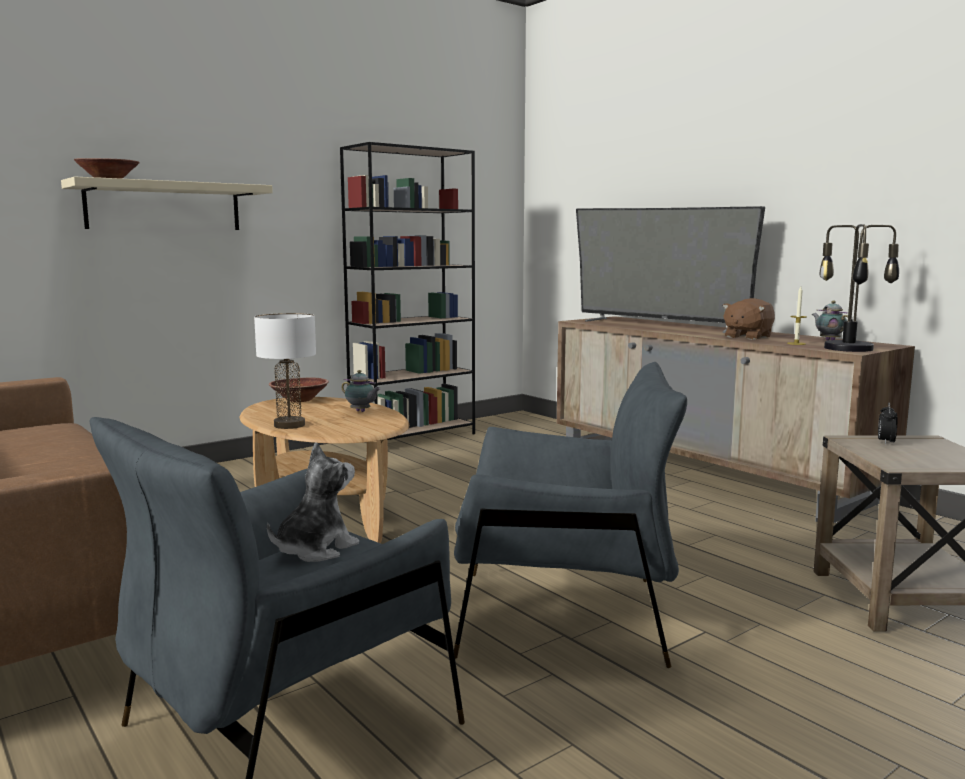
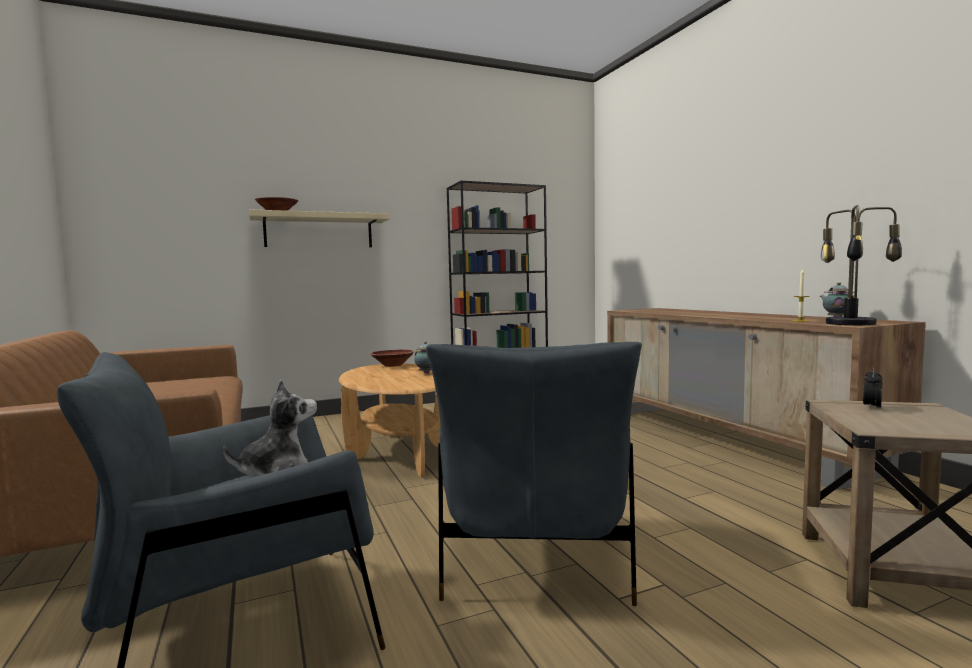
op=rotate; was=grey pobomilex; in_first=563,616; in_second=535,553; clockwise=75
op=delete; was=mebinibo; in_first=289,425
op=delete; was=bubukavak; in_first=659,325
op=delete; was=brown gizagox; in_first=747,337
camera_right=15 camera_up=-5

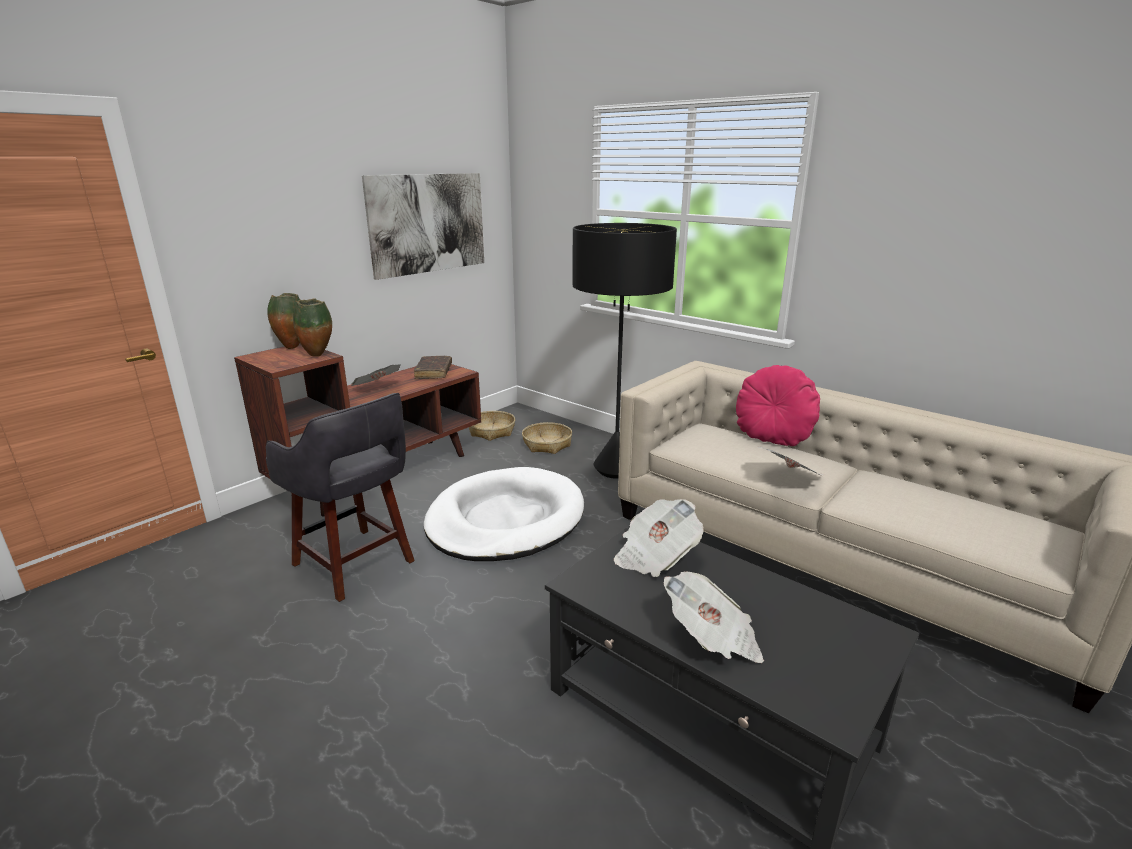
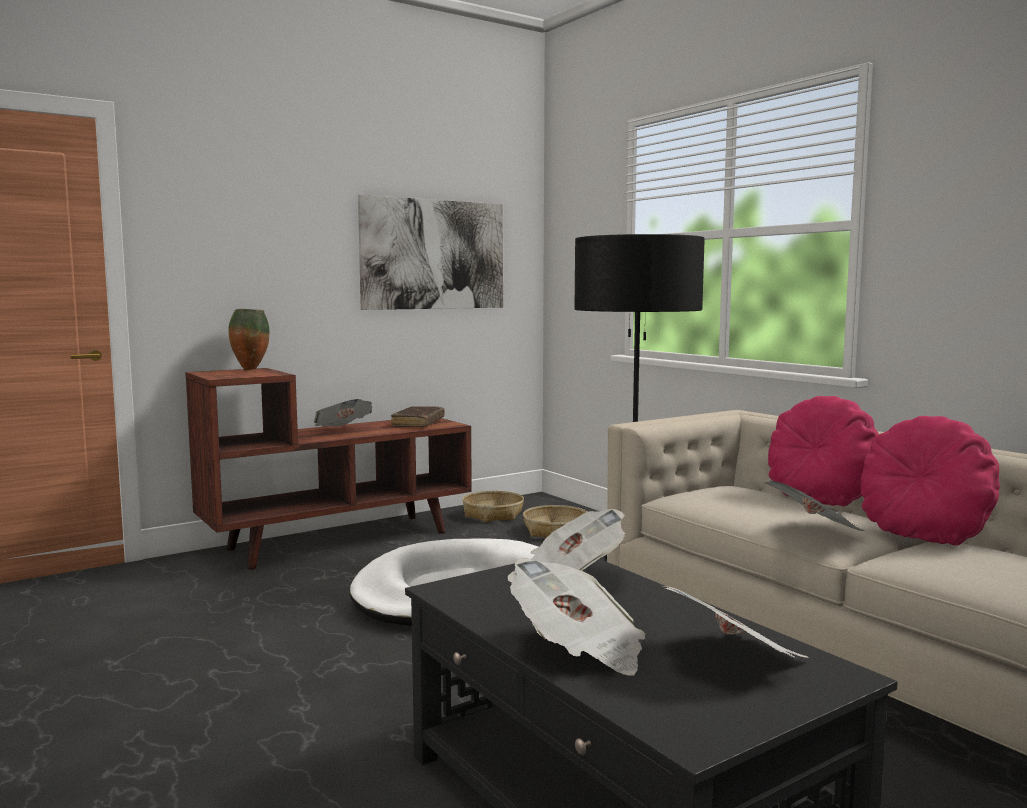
op=insert; now=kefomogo; in_second=734,660
op=insert; now=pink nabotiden; in_second=923,537
op=delete; was=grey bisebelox; in_first=356,566
op=delete; was=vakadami; in_first=318,355
camera_right=15 camera_up=-15

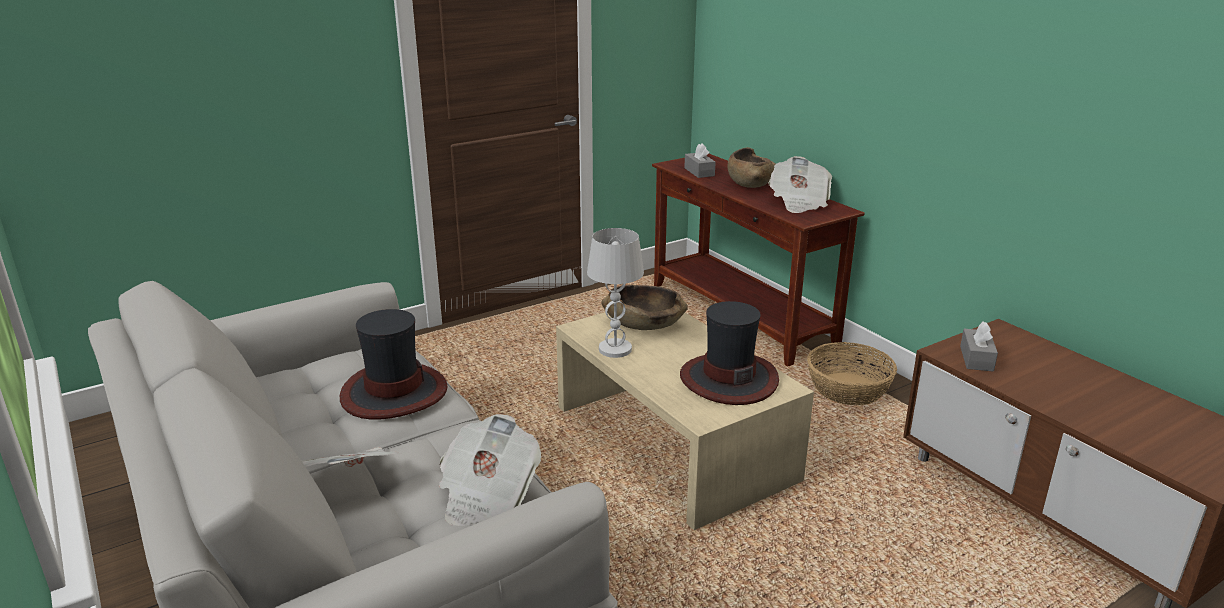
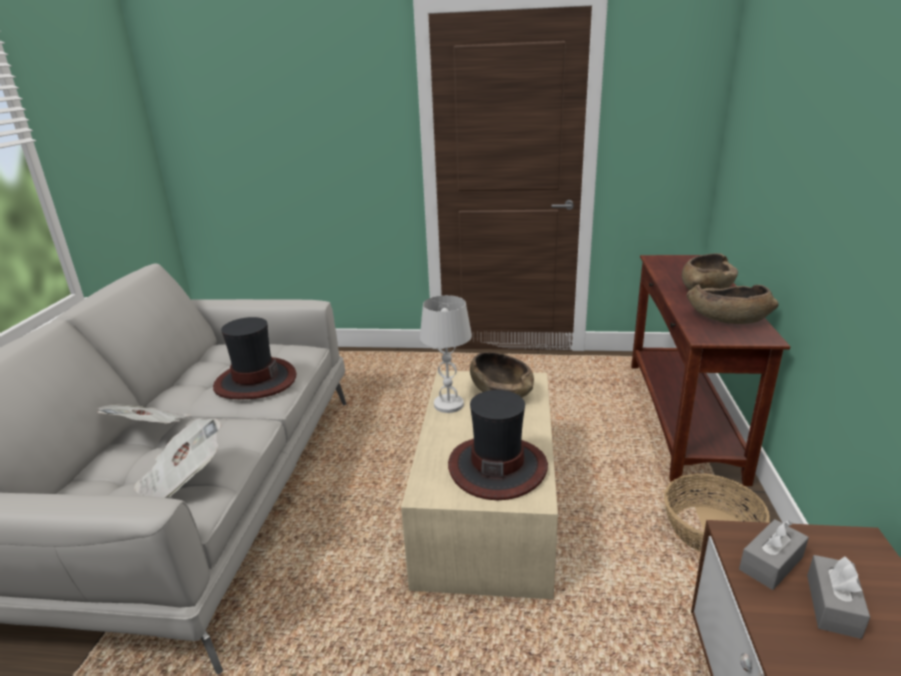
op=replace; was=kefomogo; now=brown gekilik; in_first=798,202; in_second=727,318
op=move; was=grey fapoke; in_first=699,172; in_second=832,605
camera_right=40 camera_up=0

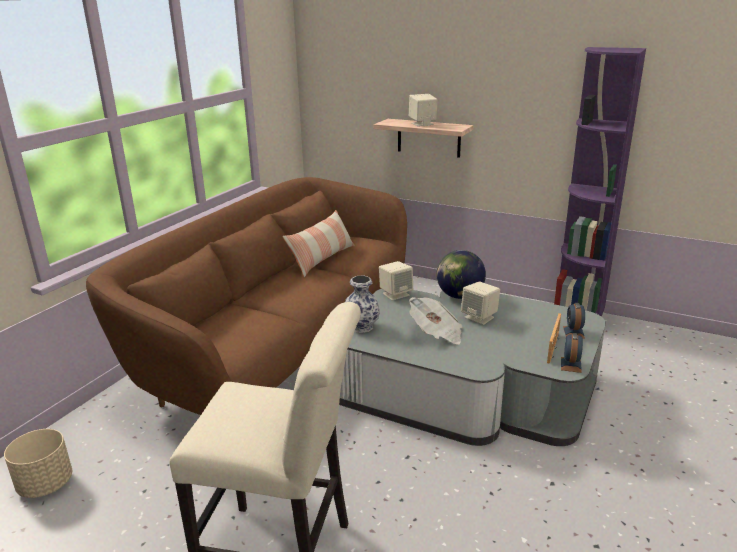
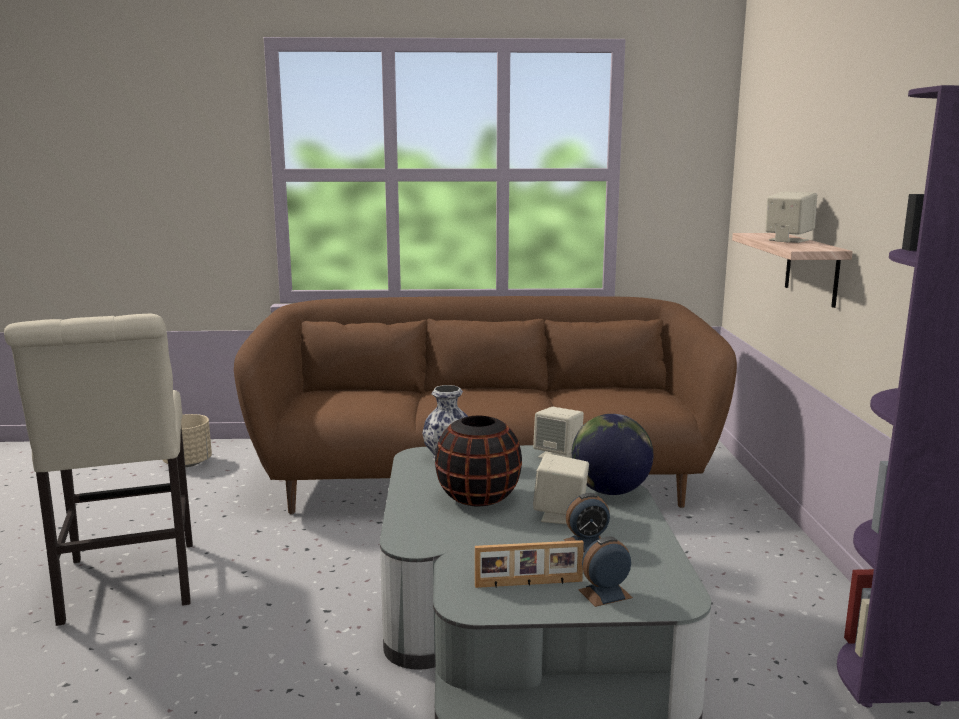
op=replace; was=kefomogo; now=black vakadami; in_first=436,333; in_second=478,498
op=move; was=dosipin; in_first=571,365; in_second=586,544
op=delete; was=nabotiden; in_first=322,259
camera_right=60 camera_up=-10

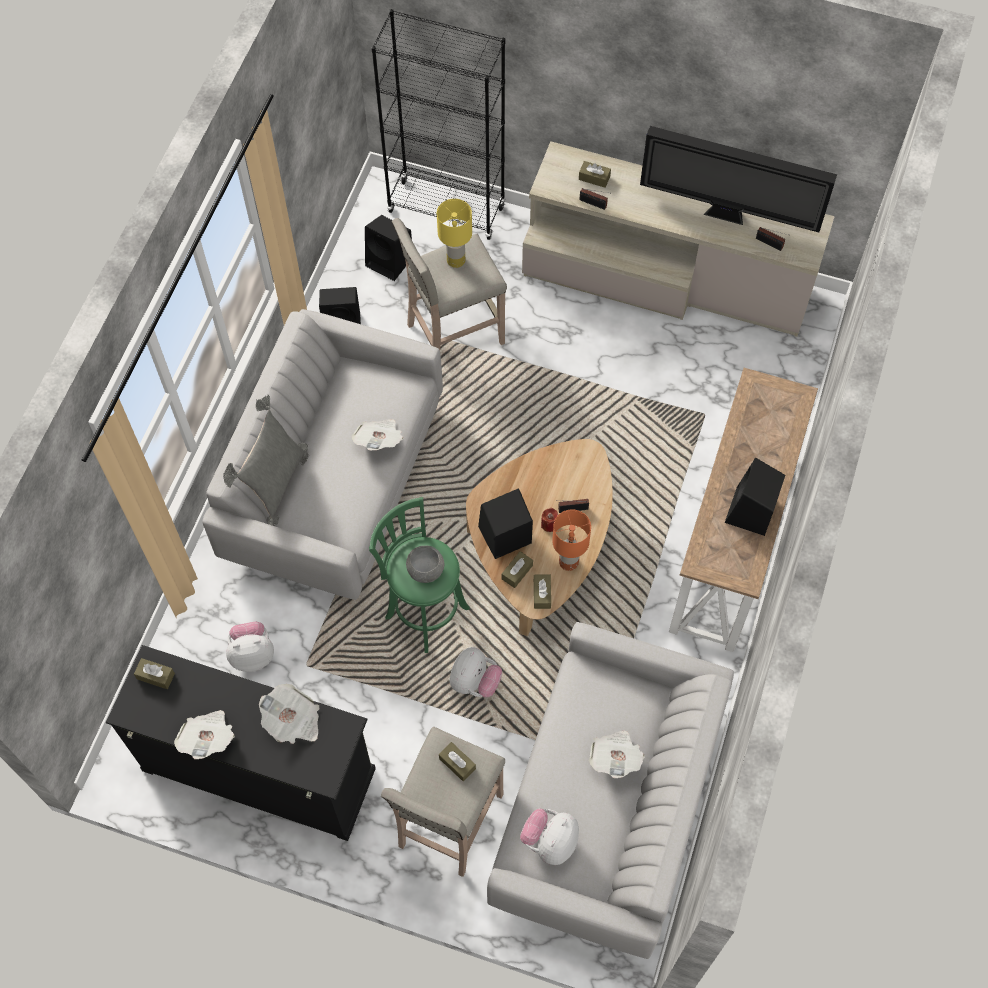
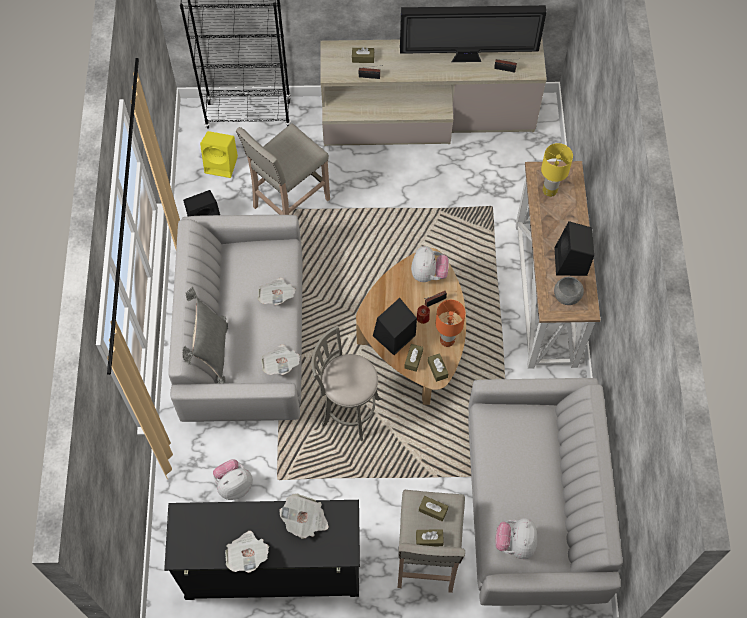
op=recolor; was=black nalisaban; now=yellow nalisaban; in_first=390,261; in_second=222,164
op=move; was=kefomogo; in_first=615,757; in_second=281,364
op=recolor; was=green bisebelox; now=grey bisebelox; in_first=424,610; in_second=348,410
op=move; was=gizagox; in_first=474,682; in_second=428,273
op=move; was=brown fapoke; in_first=155,676; in_second=429,539
op=move; was=yellow mebinibo; in_first=456,260; in_second=549,190
op=move; was=grey gekilik; in_first=426,570; in_second=567,296
camera_right=-20 camera_up=0

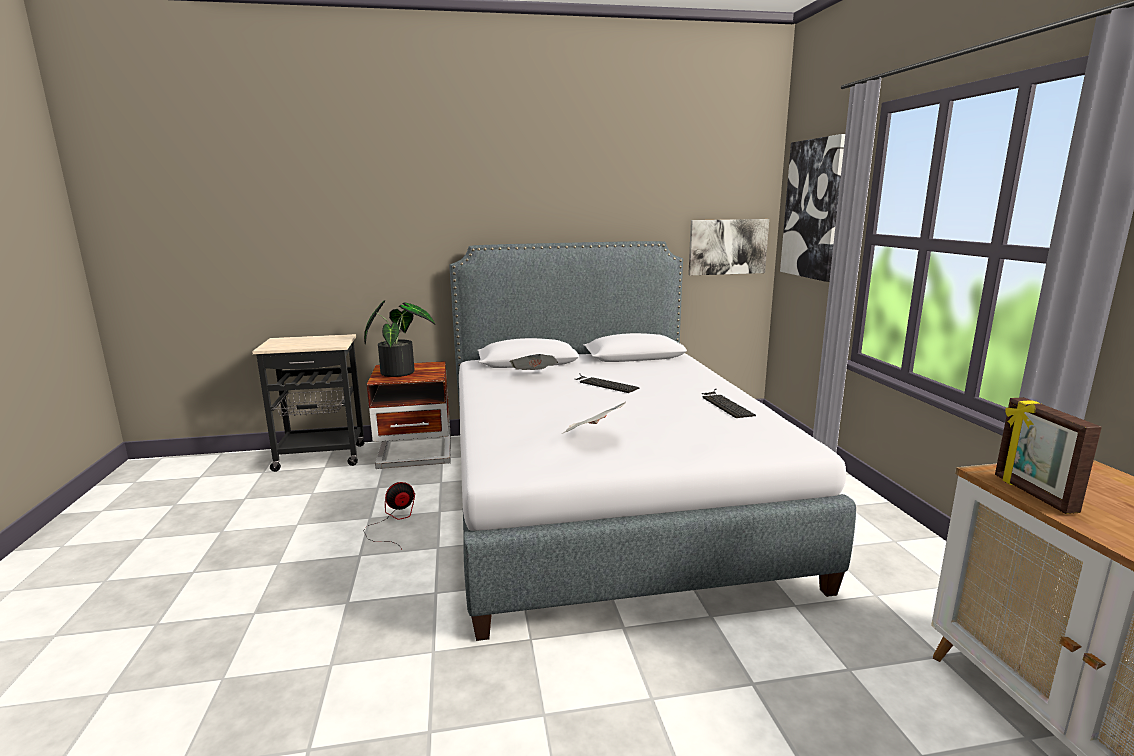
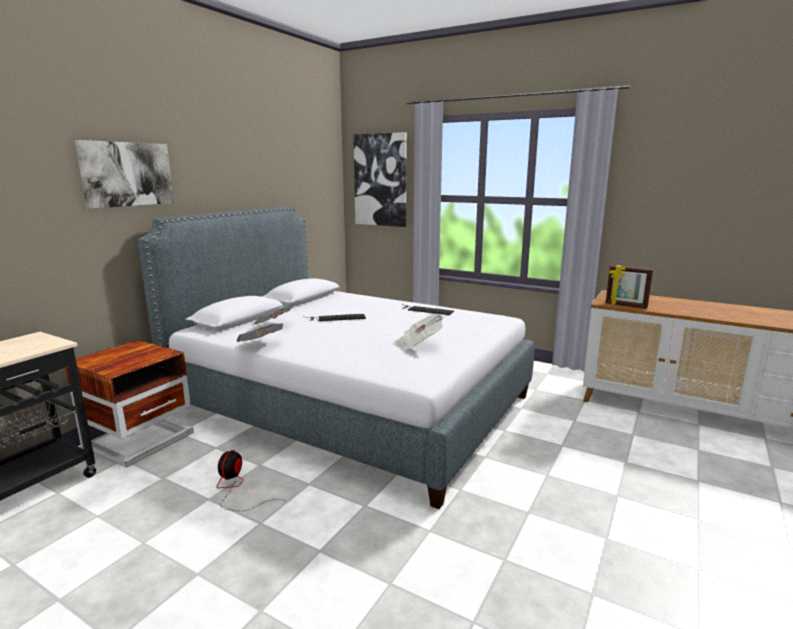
op=move; was=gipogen; in_first=727,246; in_second=127,174
op=insert; now=kefomogo; in_second=260,345
op=delete; was=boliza; in_first=401,372
camera_right=-50 camera_up=0

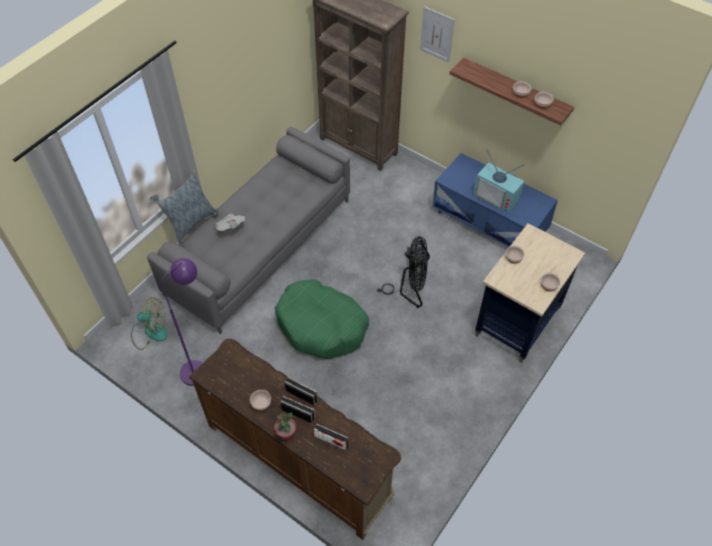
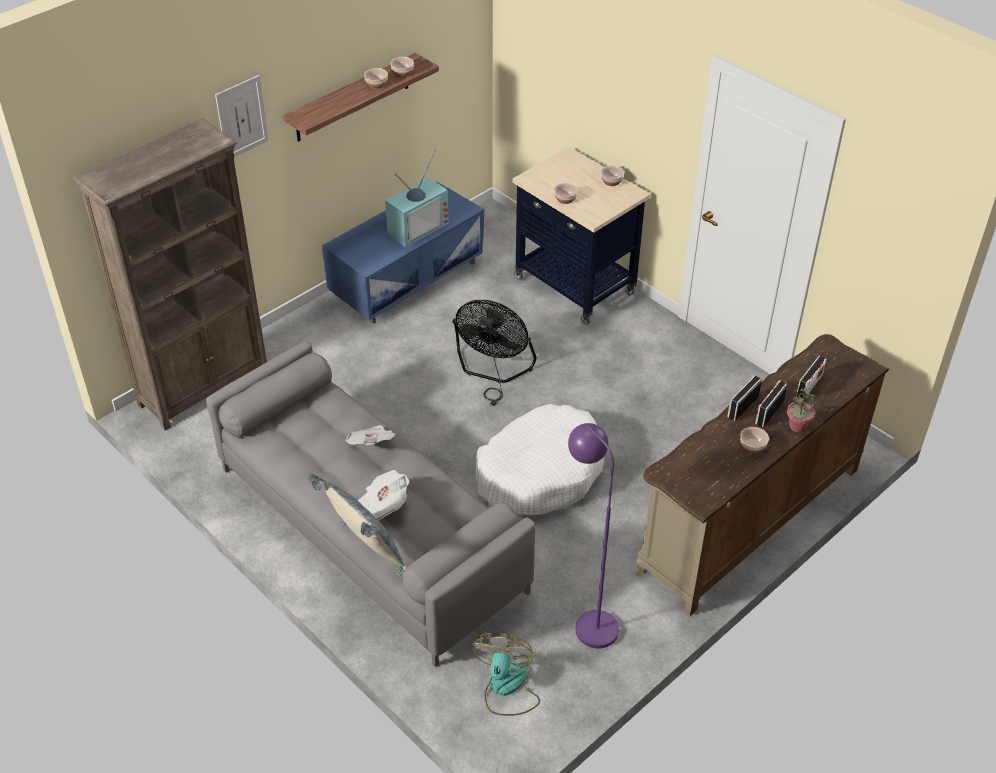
op=insert; now=kefomogo; in_second=371,445
op=recolor; was=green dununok; now=white dununok; in_first=321,326; in_second=540,472
camera_right=-80 camera_up=-10

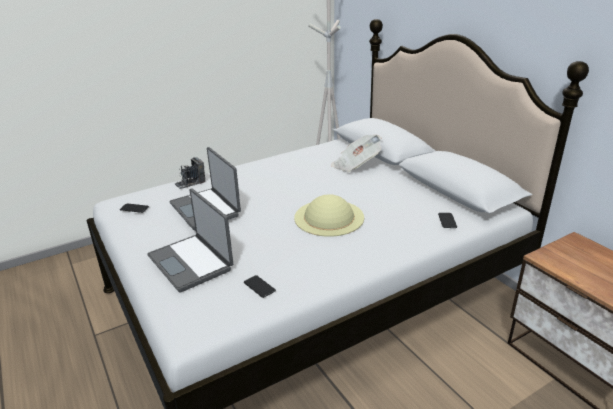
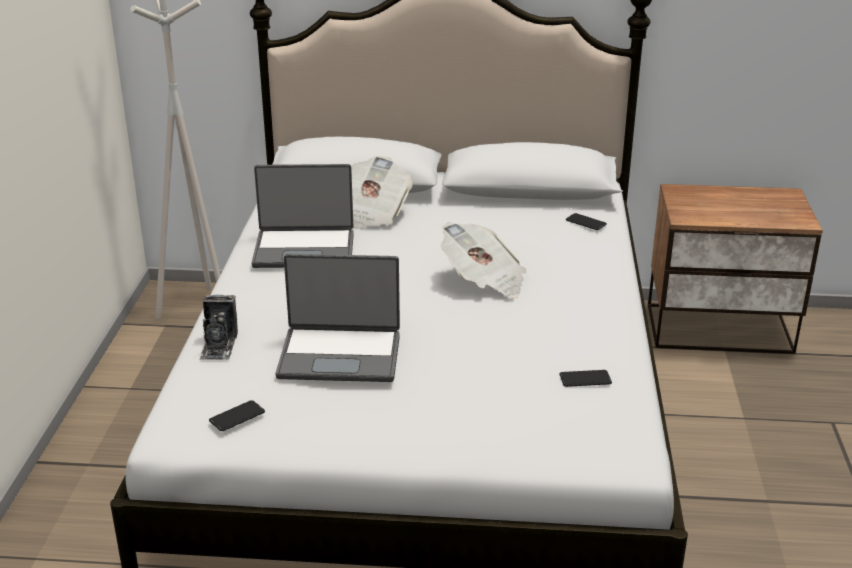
op=move; was=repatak; in_first=192,262; in_second=304,249
op=replace; was=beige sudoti; now=kefomogo; in_first=329,217; in_second=484,281
camera_right=-55 camera_up=0

